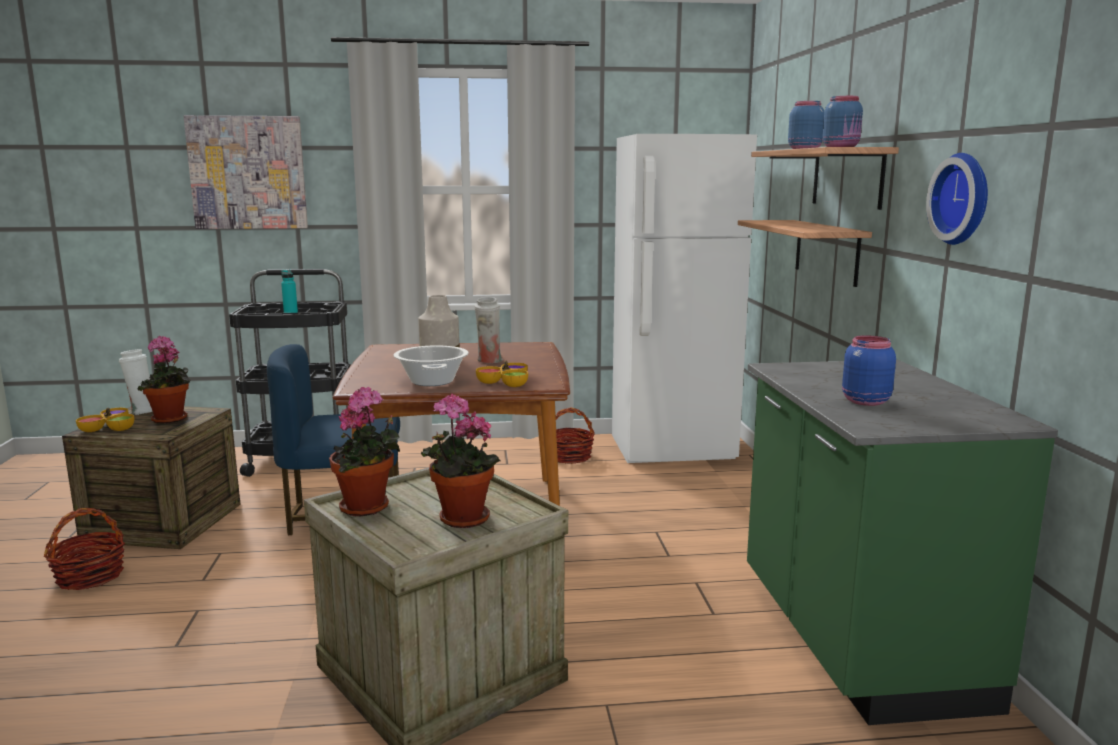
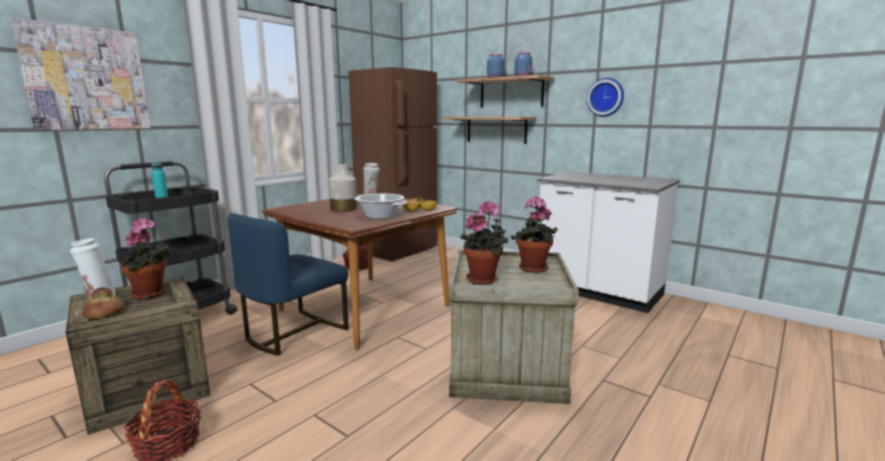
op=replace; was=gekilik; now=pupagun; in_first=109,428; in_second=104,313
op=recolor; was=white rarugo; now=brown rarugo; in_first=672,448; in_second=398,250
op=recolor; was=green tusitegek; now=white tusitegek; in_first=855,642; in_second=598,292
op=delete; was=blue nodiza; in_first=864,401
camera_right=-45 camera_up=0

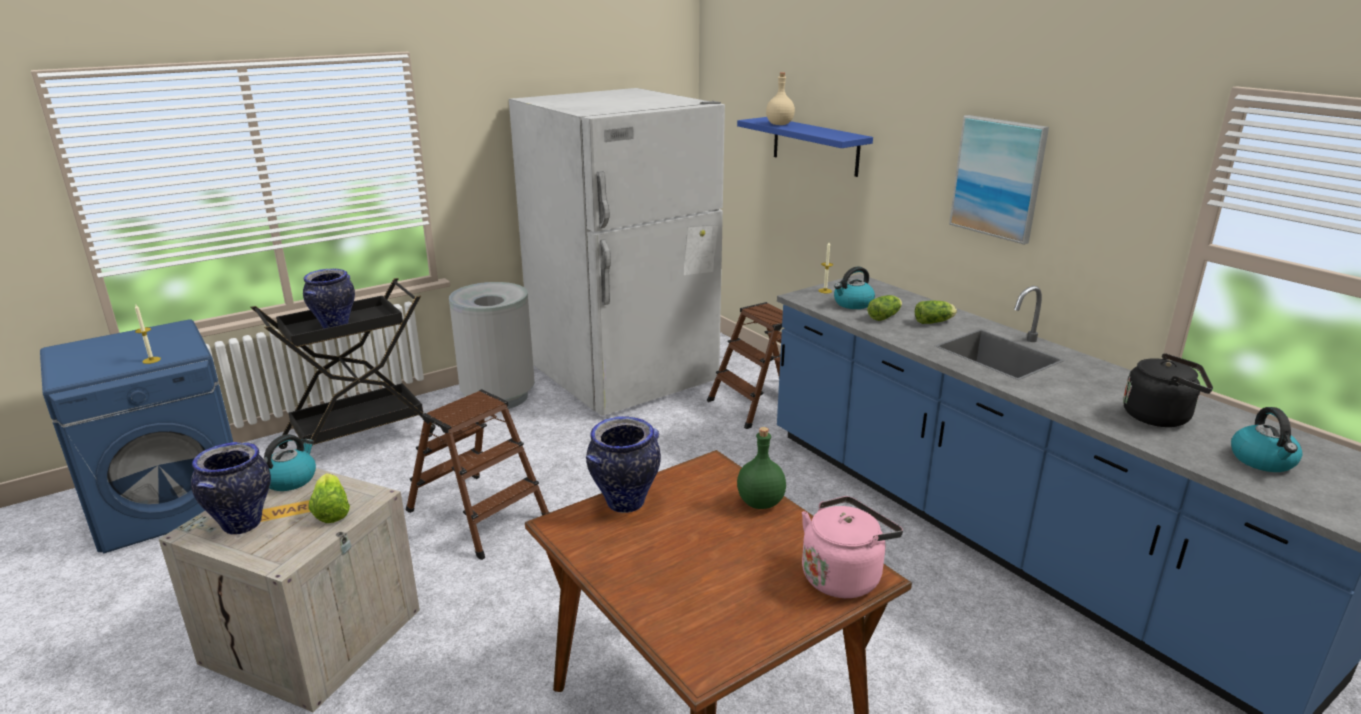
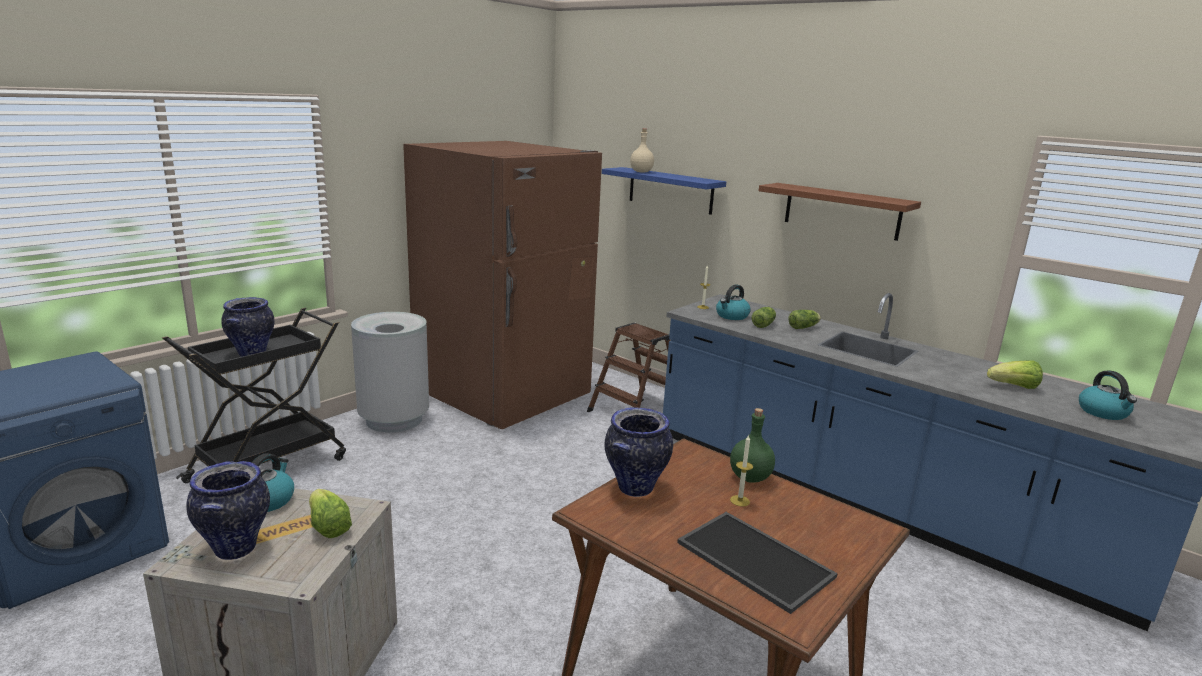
op=recolor; was=white rarugo; now=brown rarugo; in_first=624,374; in_second=504,393
op=insert; now=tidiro; in_second=752,560
op=move; was=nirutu; in_first=151,360; in_second=739,501
op=replace; was=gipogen; now=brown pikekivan; in_first=998,178; in_second=841,211
op=replace; was=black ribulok; now=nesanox; in_first=1160,417; in_second=1014,387
op=delete; was=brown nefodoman; in_first=478,514
op=delete; was=pink ribulok; in_first=843,576
camera_right=-15 camera_up=-5

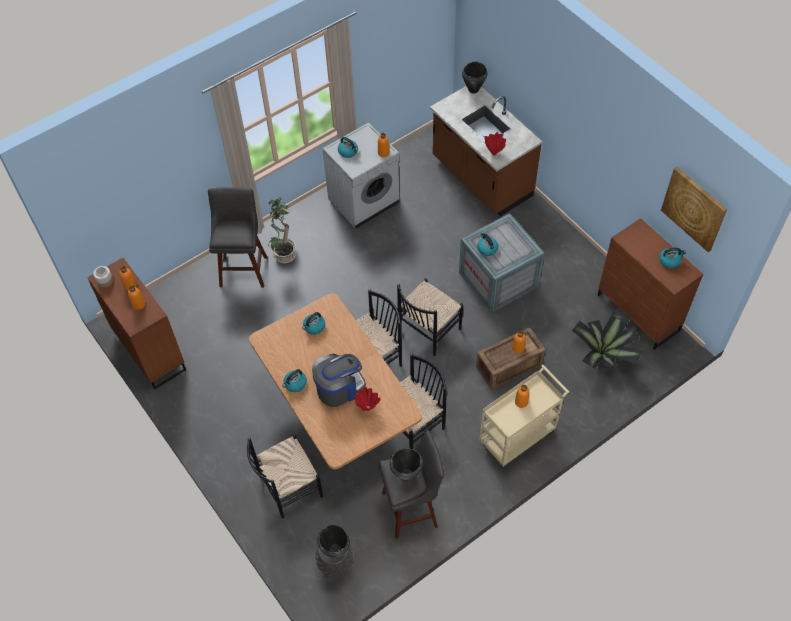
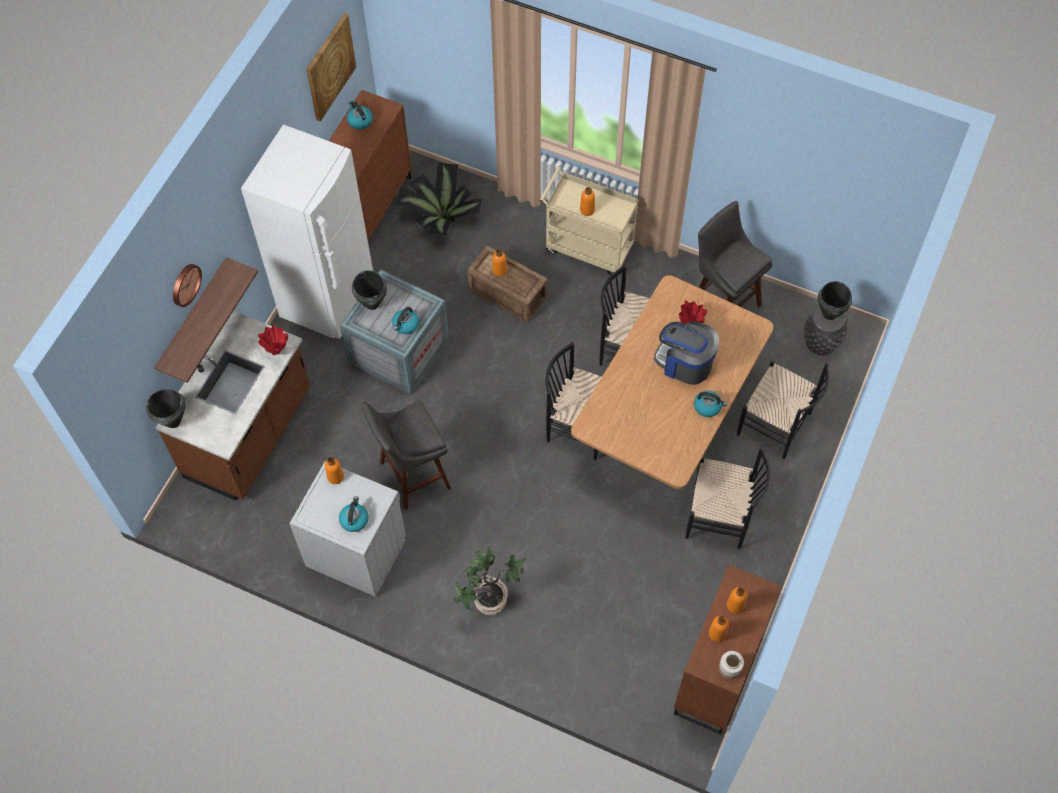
op=insert; now=pikekivan; in_second=193,319
op=insert; now=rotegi; in_second=185,284
op=insert; now=white rarugo; in_second=328,299
op=move; was=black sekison; in_first=407,475; in_second=372,303
op=move; was=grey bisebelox; in_first=244,269; in_second=411,476
op=move; was=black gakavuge; in_first=427,331; in_second=721,516
op=delete; was=ribulok; in_first=314,327
camera_right=-120 camera_up=5

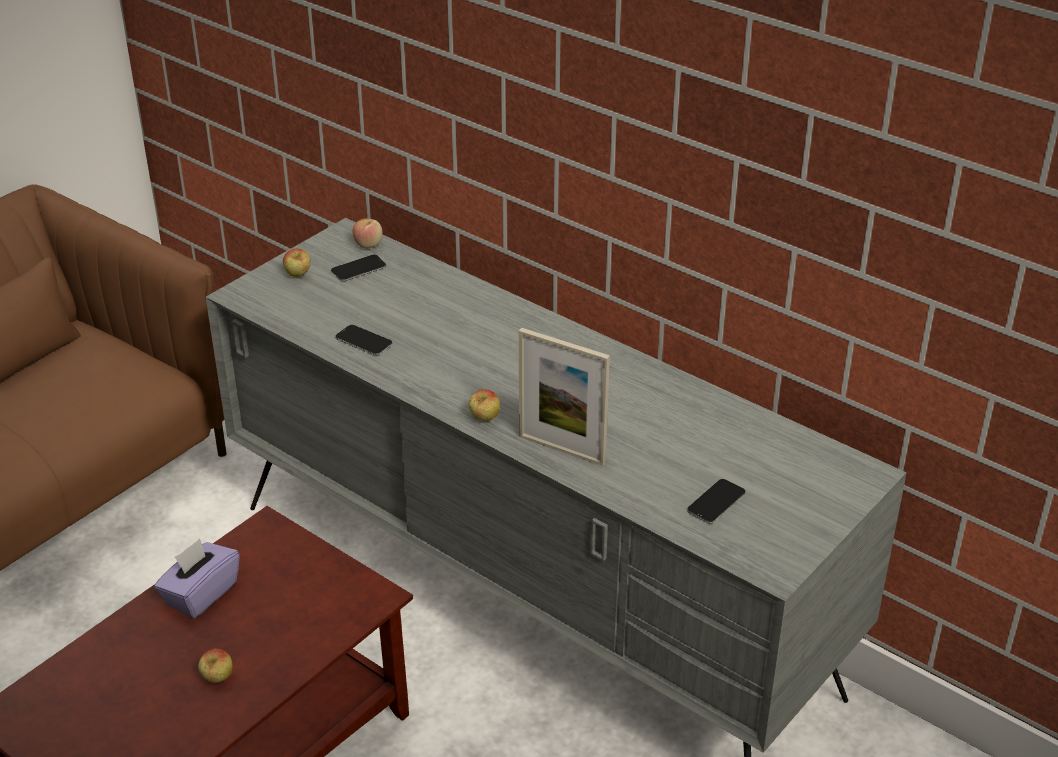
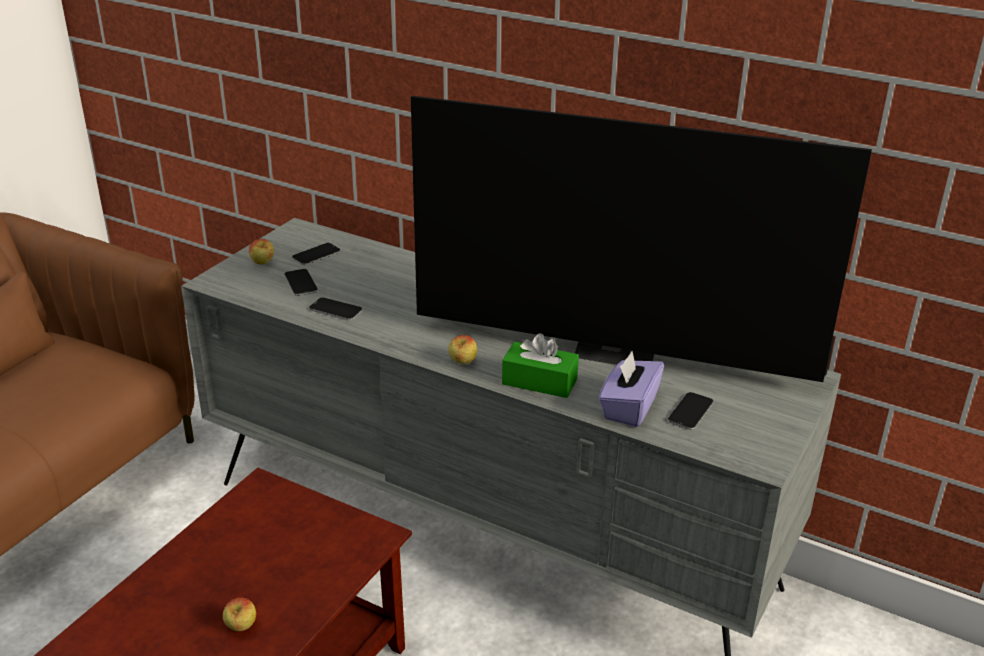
op=insert; now=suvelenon; in_second=301,283
op=insert; now=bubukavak; in_second=617,350
op=replace; was=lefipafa; now=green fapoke; in_first=561,449; in_second=539,381
op=move; was=purple fapoke; in_first=200,594; in_second=628,408
op=delete; was=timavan; in_first=368,244
camera_right=-10 camera_up=-5

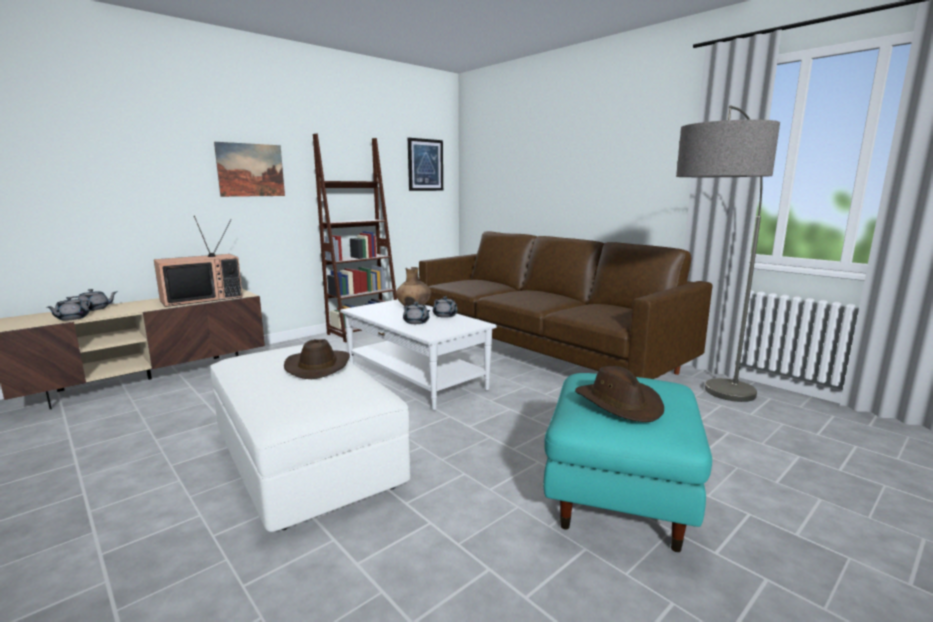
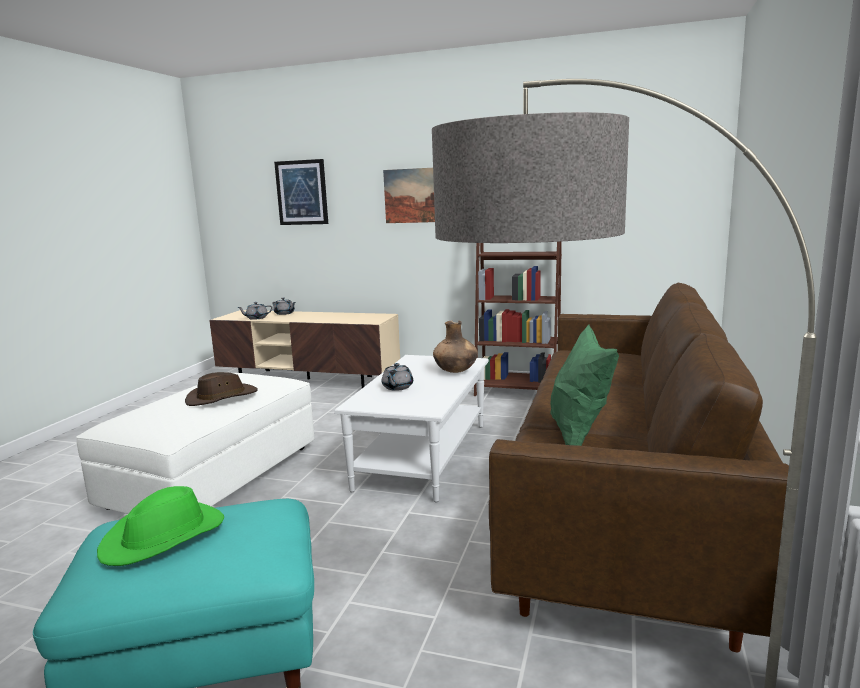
op=recolor; was=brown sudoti; now=green sudoti; in_first=619,403; in_second=164,536
op=move; was=gipogen; in_first=425,165; in_second=302,192
op=insert; now=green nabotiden; in_second=579,436
op=delete; was=bubukavak; in_first=202,298
op=delete; was=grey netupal; in_first=445,315
camera_right=60 camera_up=0

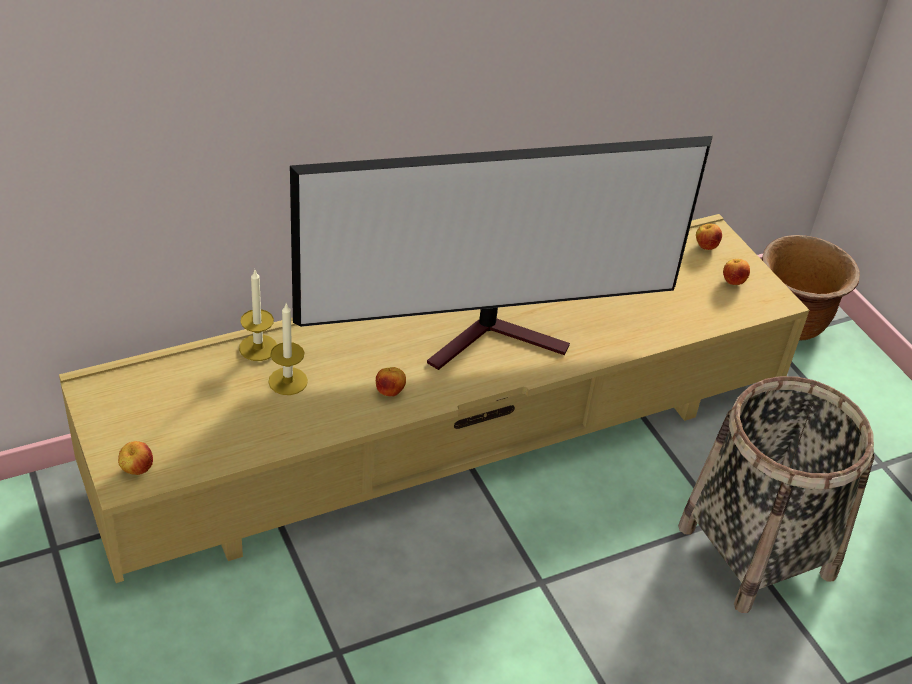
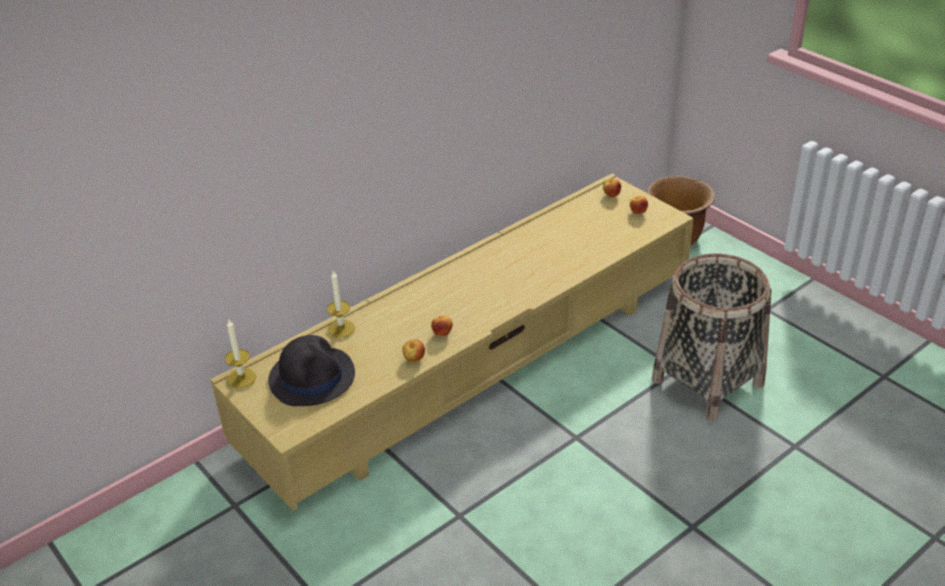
op=move; was=nirutu; in_first=288,381; in_second=241,378
op=insert; now=black sudoti; in_second=312,377
op=move; was=timavan; in_first=137,470; in_second=414,359
op=delete; was=bubukavak; in_first=497,339
camera_right=-10 camera_up=-5

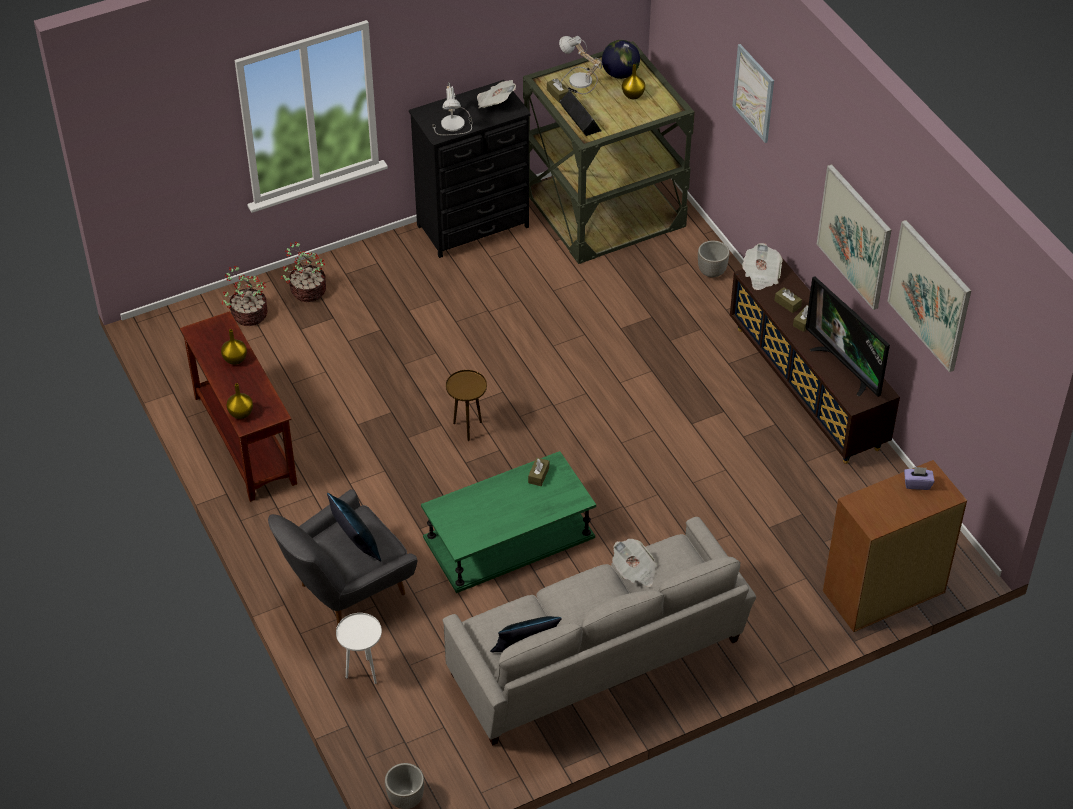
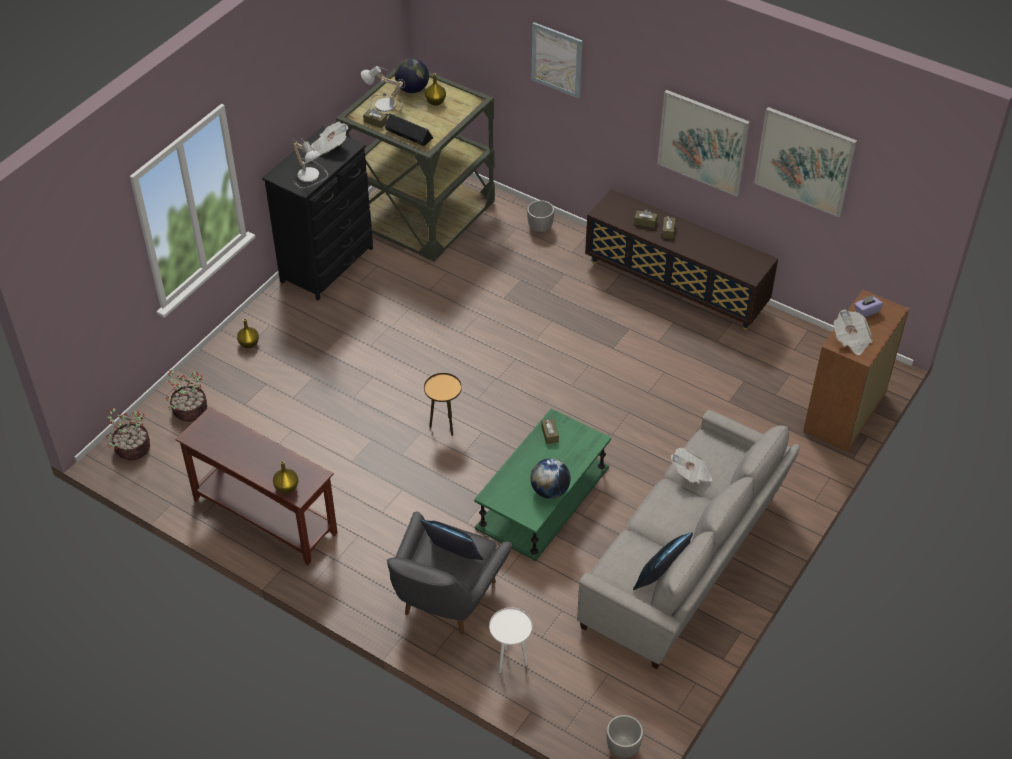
op=move; was=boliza; in_first=307,291; in_second=132,449
op=move; was=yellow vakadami; in_first=235,360; in_second=249,344
op=insert; now=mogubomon; in_second=550,490
op=move; was=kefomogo; in_first=761,275; in_second=851,340
op=delete; was=bubukavak; in_first=845,367
camera_right=-30 camera_up=0

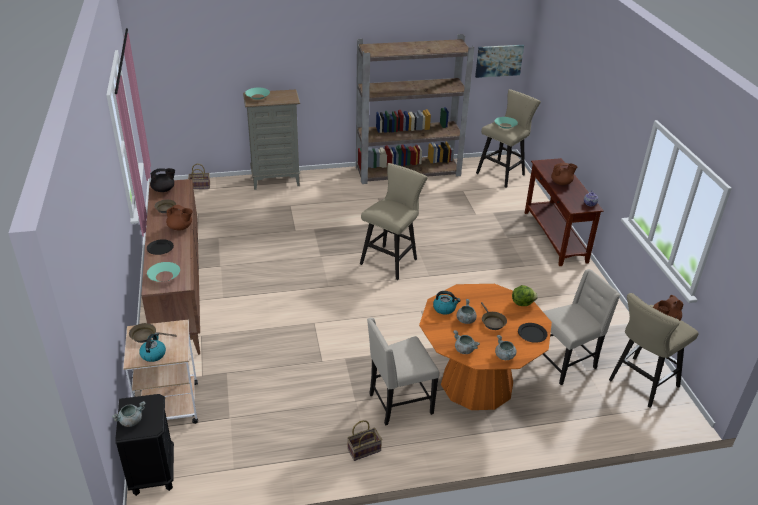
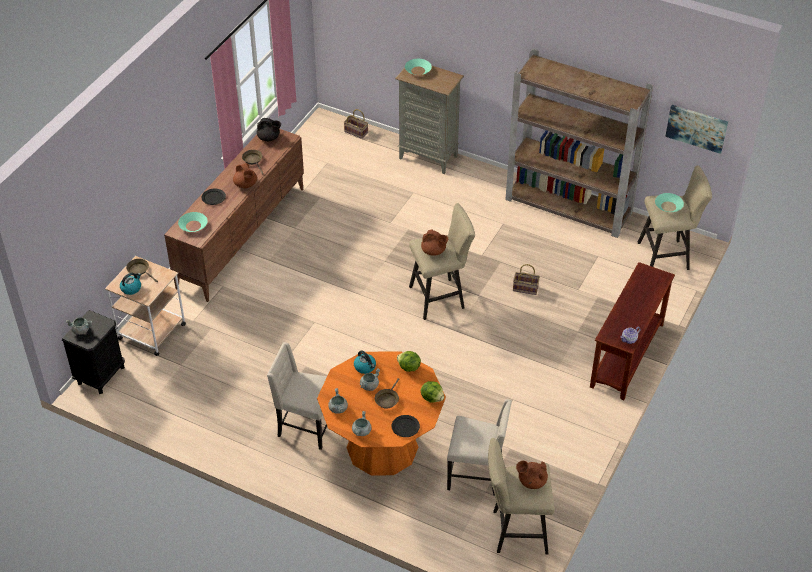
op=insert; now=nesanox; in_second=408,367
op=move; was=brown netupal; in_first=561,183; in_second=434,251
op=move; was=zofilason; in_first=364,449; in_second=526,288
camera_right=40 camera_up=10

